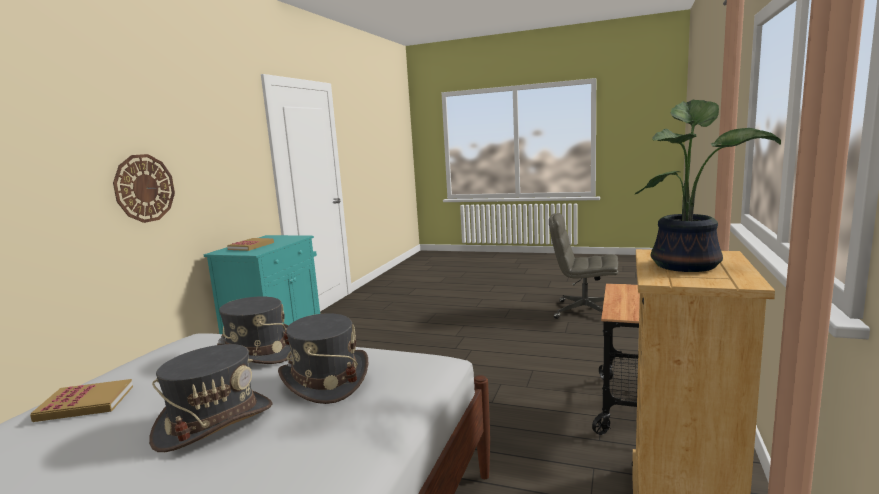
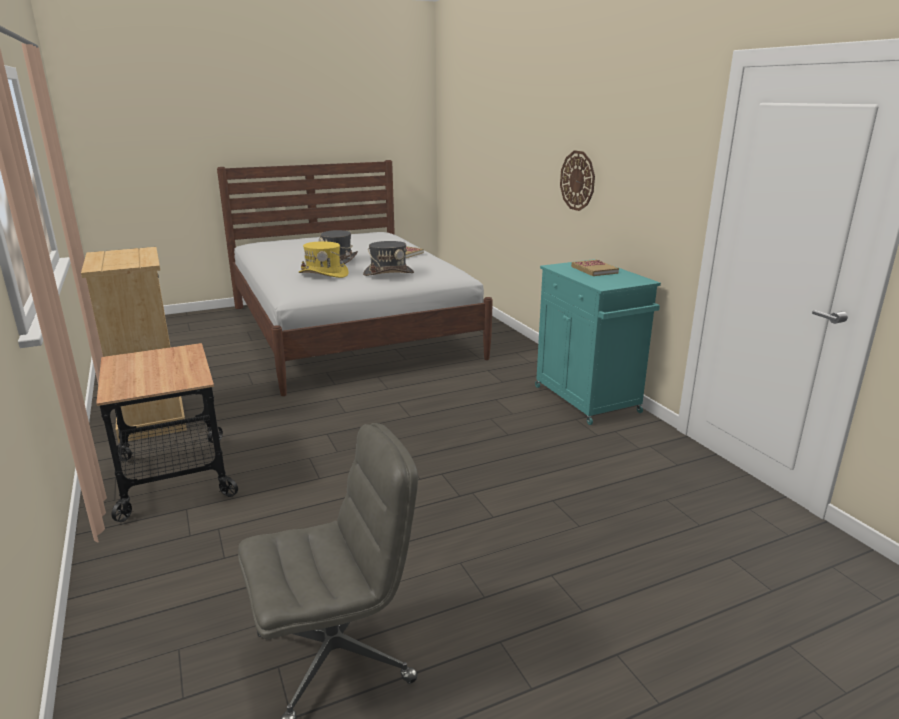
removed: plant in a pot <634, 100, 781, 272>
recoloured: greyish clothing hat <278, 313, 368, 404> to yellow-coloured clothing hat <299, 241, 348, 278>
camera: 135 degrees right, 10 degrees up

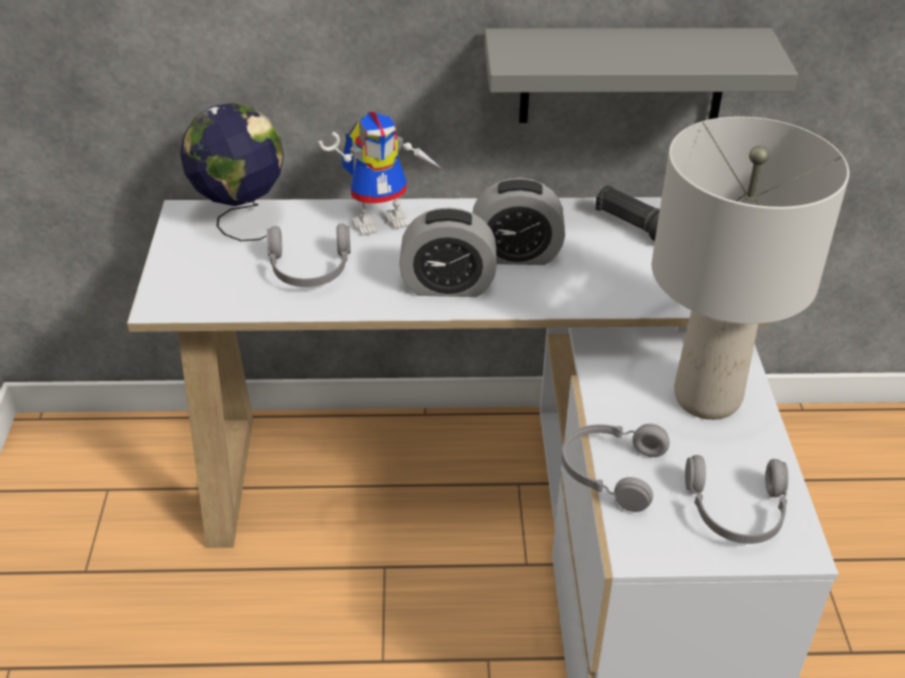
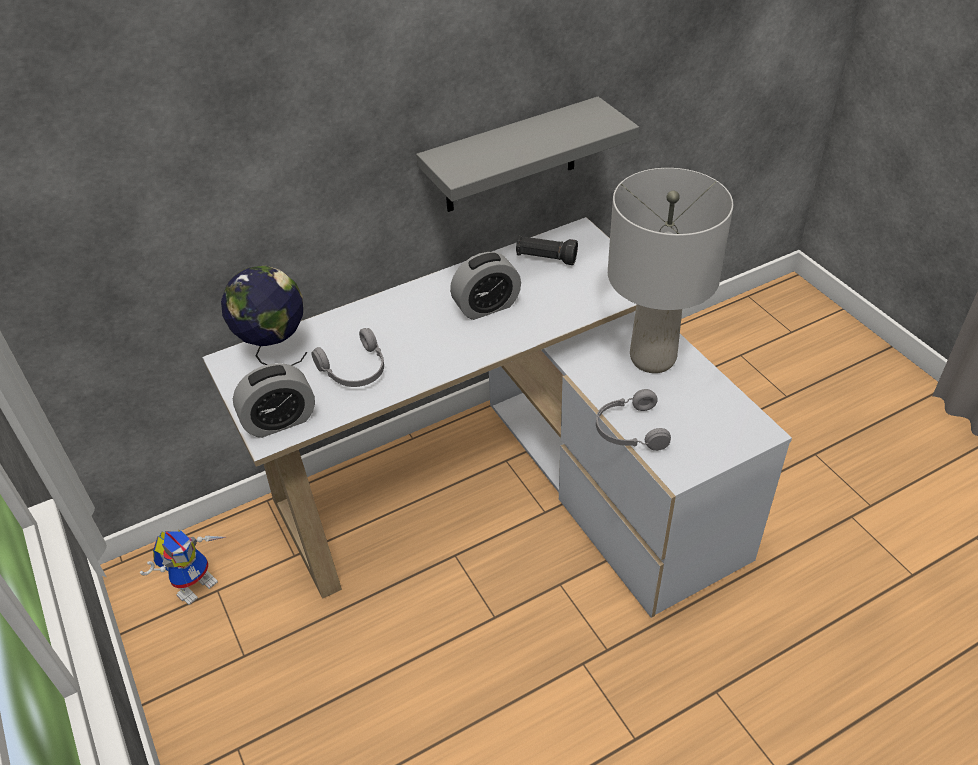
removed: greyish headphones <685, 455, 788, 544>
moved: robot figure <318, 112, 442, 236> to <140, 530, 225, 605>; table clock <399, 207, 497, 297> to <233, 363, 315, 438>
camera: 25 degrees left, 5 degrees up

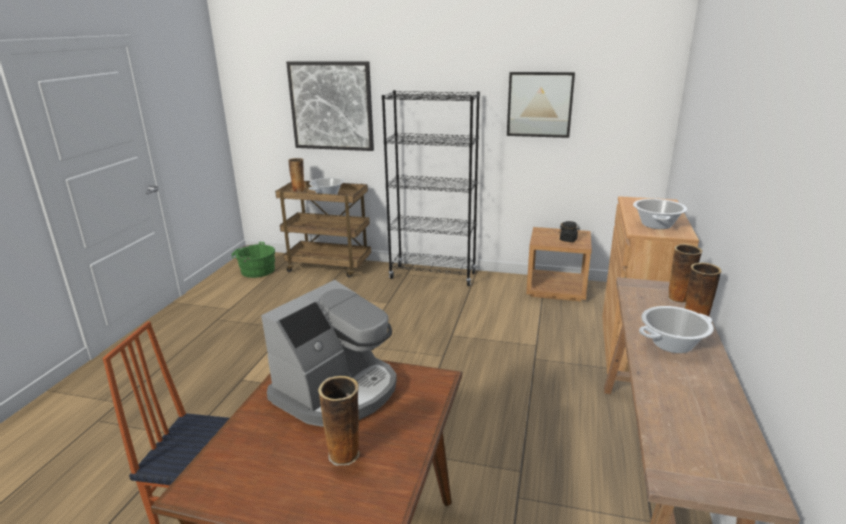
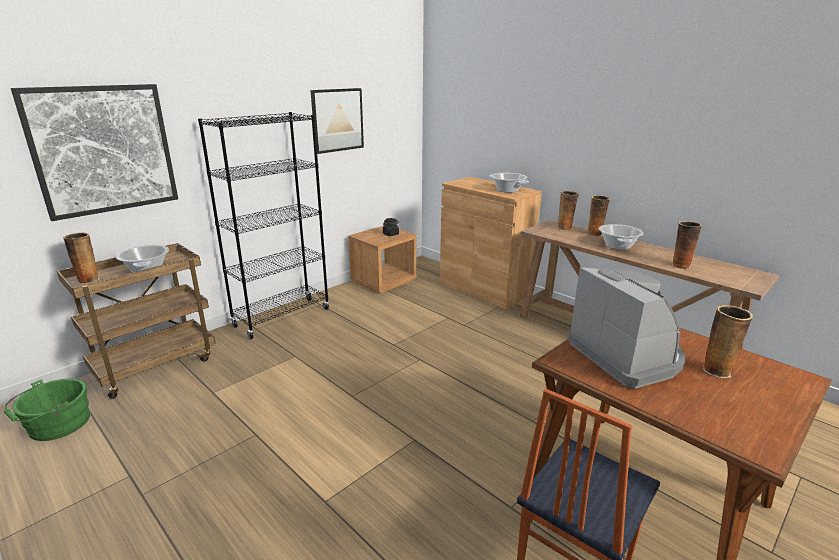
added: vase <672, 221, 702, 269>
camera: 60 degrees left, 0 degrees up

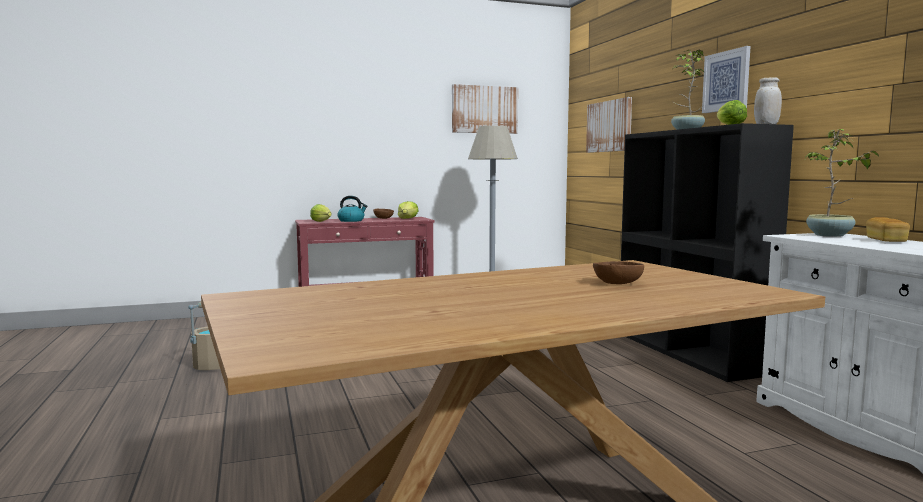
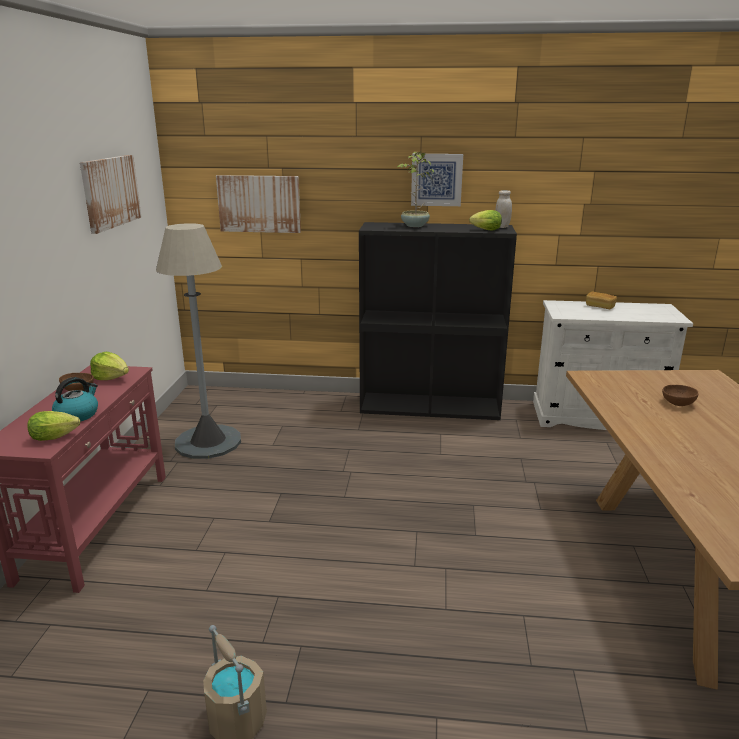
removed: plant in a pot <805, 129, 879, 237>
camera: 65 degrees left, 15 degrees up

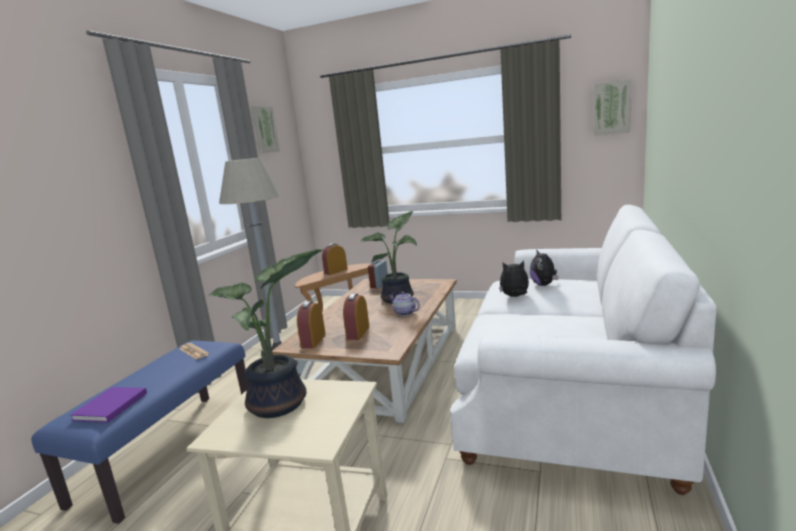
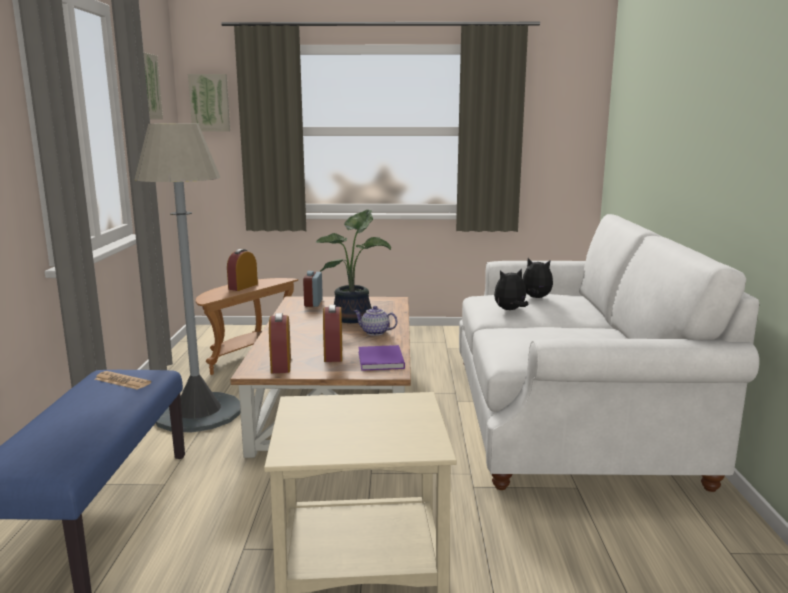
removed: plant in a pot <209, 249, 324, 418>
moved: purplish volume <70, 387, 147, 422> to <358, 345, 405, 371>; wall art <593, 79, 631, 136> to <188, 74, 230, 131>
turned: soft toy <530, 249, 558, 286> = <523, 258, 553, 298> 150 degrees clockwise
camera: 20 degrees left, 0 degrees up

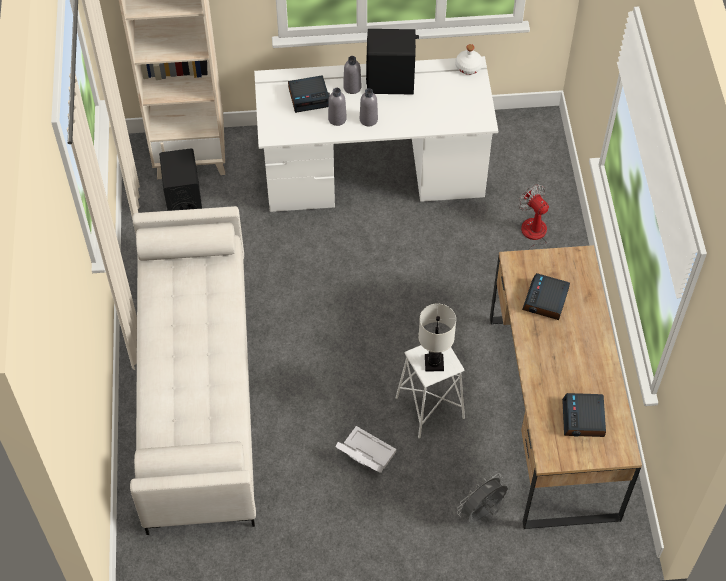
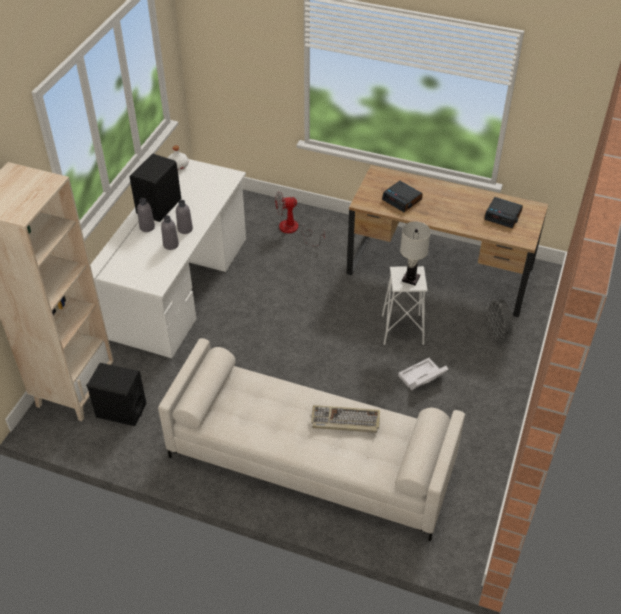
removed: table clock <288, 75, 330, 113>
added: computer keyboard <311, 405, 380, 433>
camera: 65 degrees left, 10 degrees down

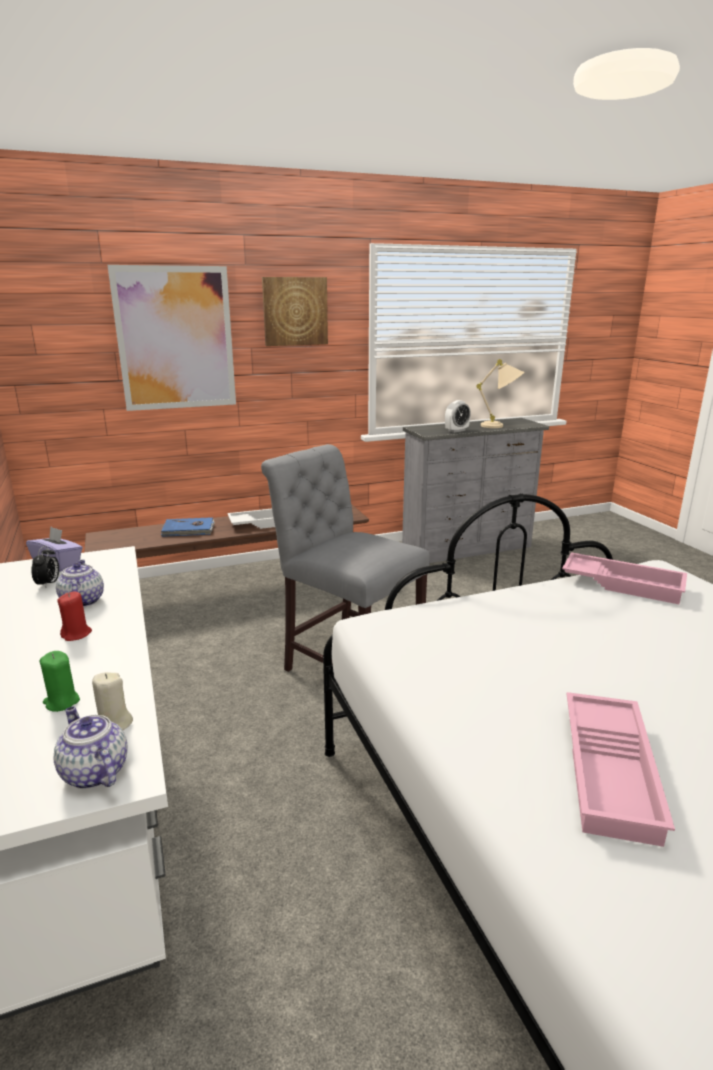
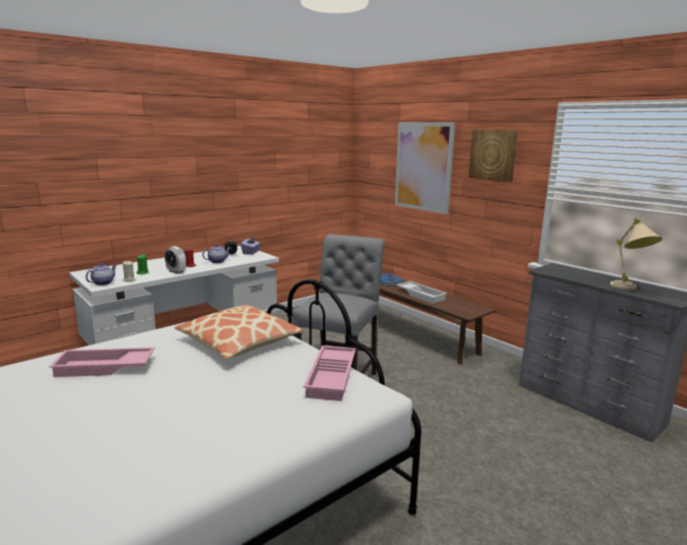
added: throw pillow <174, 305, 303, 360>
moved: table clock <445, 400, 471, 433> to <164, 246, 186, 274>
camera: 70 degrees right, 5 degrees down

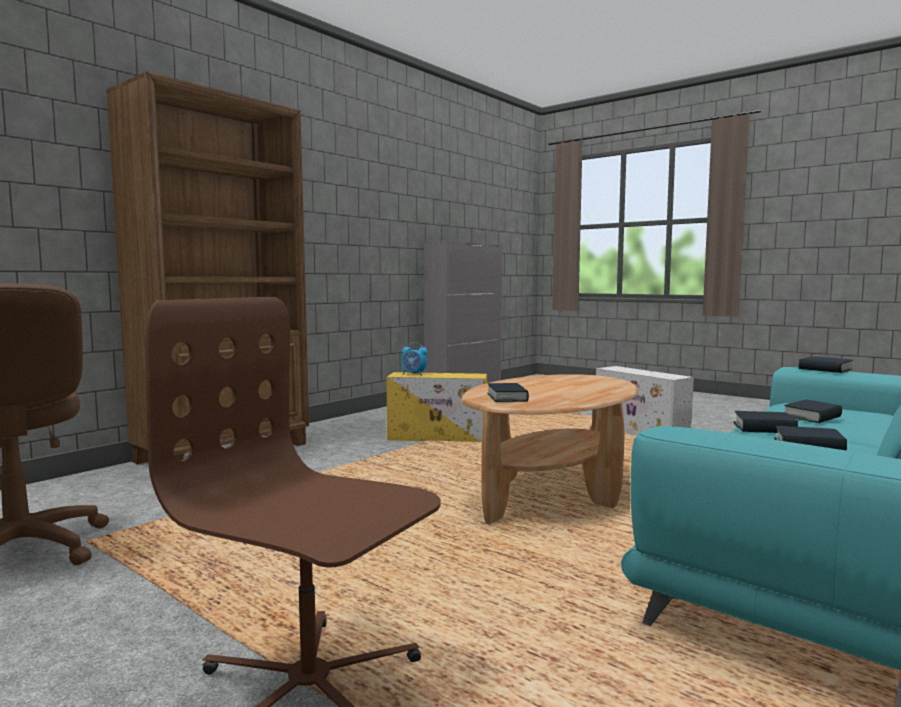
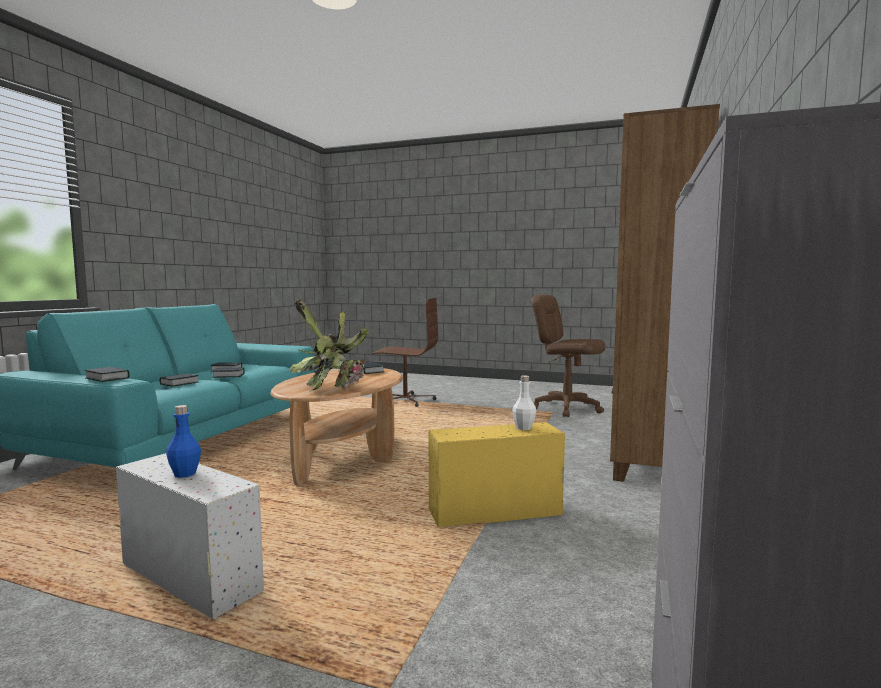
added: blue-coloured beverage bottle <166, 405, 201, 478>; plant in a pot <289, 299, 369, 391>
replaced: table clock <401, 342, 428, 376> to white-coloured beverage bottle <512, 375, 536, 430>
camera: 160 degrees right, 0 degrees up

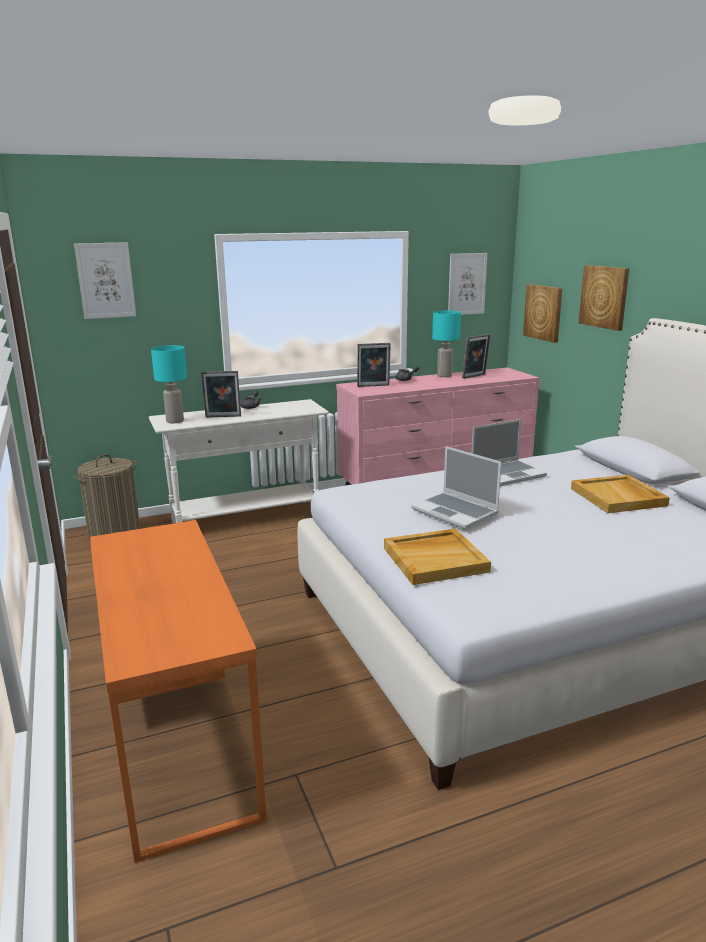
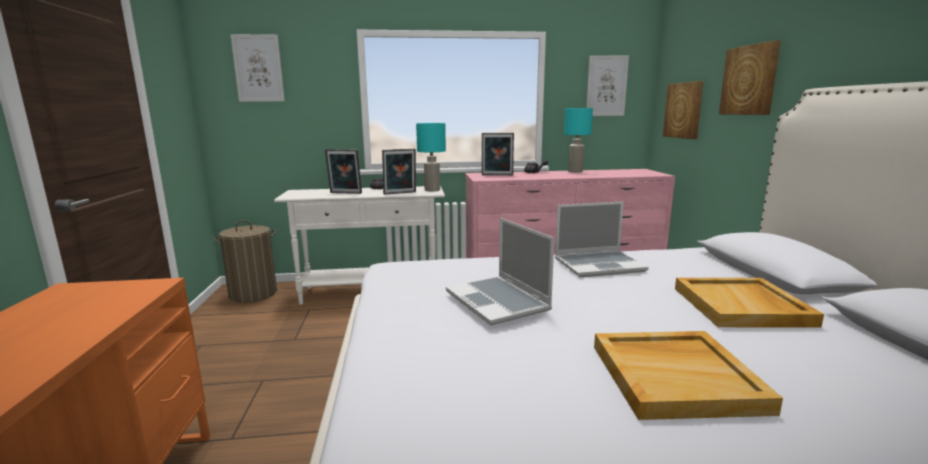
moved: turquoise tabletop lamp <151, 345, 187, 423> to <416, 123, 446, 191>; beige-coloured carrying tray <384, 528, 491, 585> to <594, 331, 783, 420>; photo frame <462, 334, 490, 379> to <382, 149, 416, 195>
camera: 15 degrees right, 5 degrees down

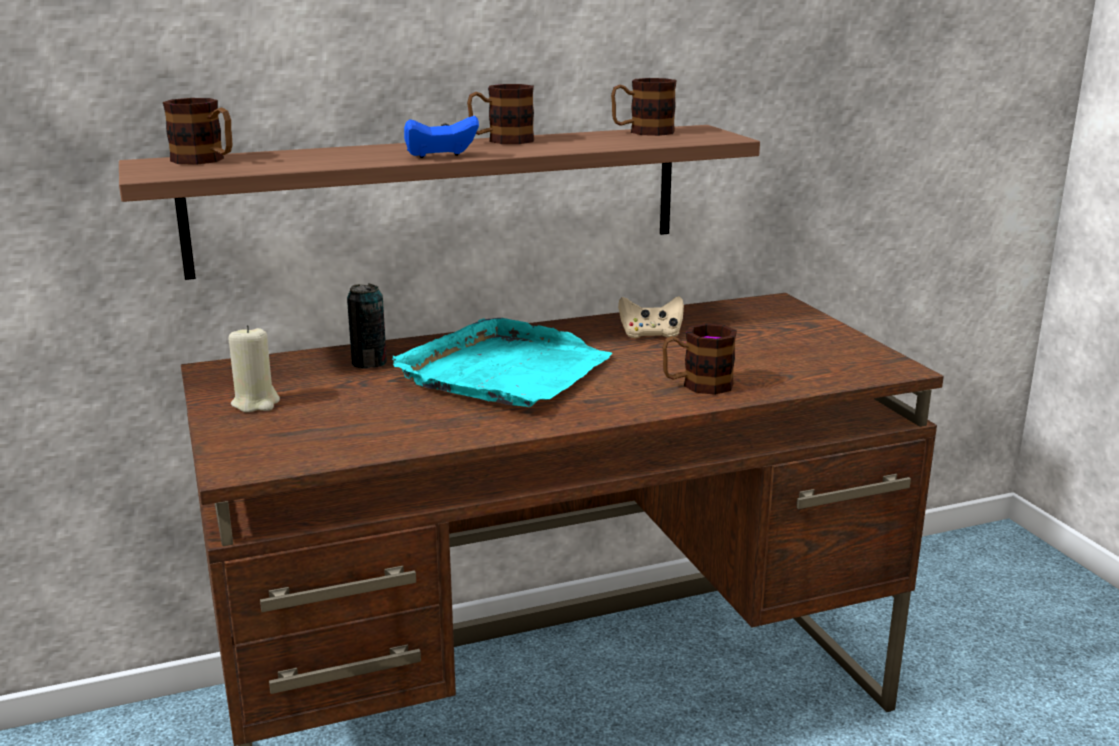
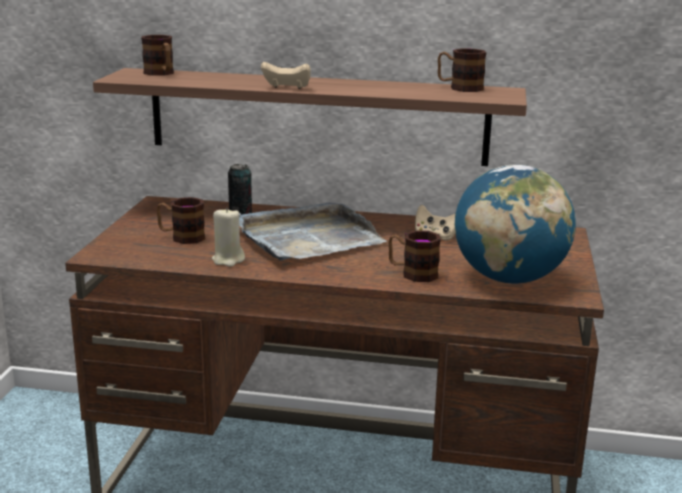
added: globe <455, 165, 576, 284>
moved: beige-coloured wax light <228, 325, 280, 412> to <212, 207, 245, 267>; mug <467, 84, 534, 144> to <156, 197, 205, 244>
recoloured: turquoise carrying tray <392, 318, 612, 407> to greyish carrying tray <239, 202, 387, 261>; blue-coloured joypad <404, 116, 479, 158> to beige-coloured joypad <261, 62, 311, 89>
camera: 30 degrees right, 0 degrees up

